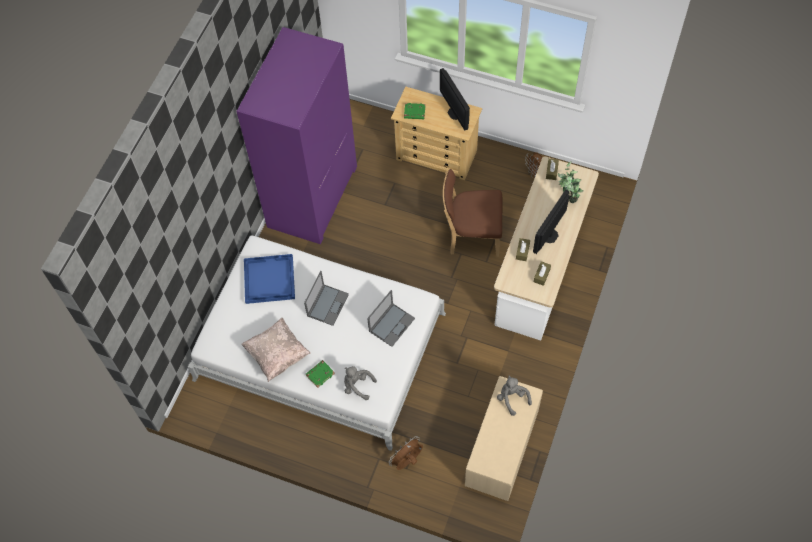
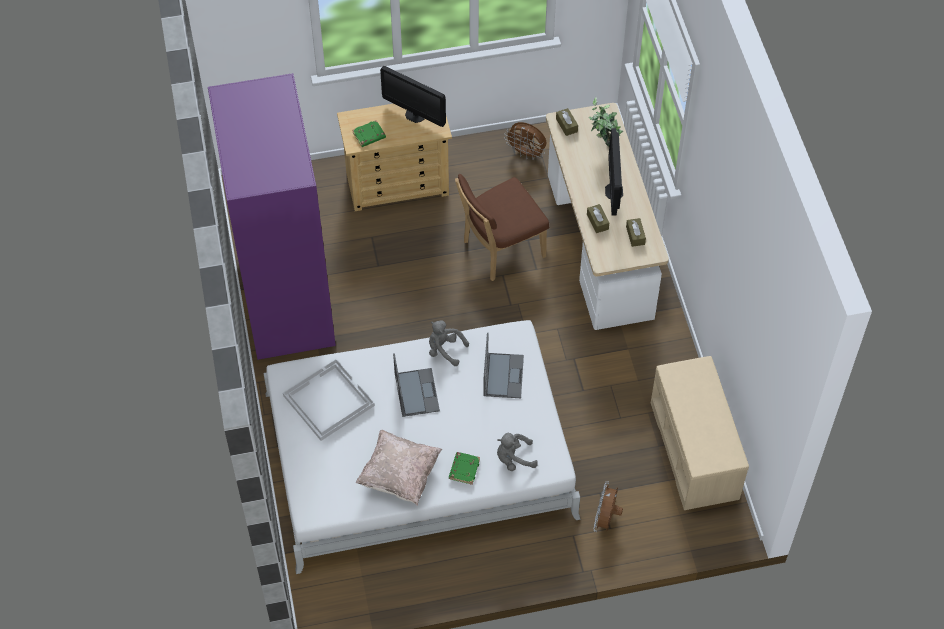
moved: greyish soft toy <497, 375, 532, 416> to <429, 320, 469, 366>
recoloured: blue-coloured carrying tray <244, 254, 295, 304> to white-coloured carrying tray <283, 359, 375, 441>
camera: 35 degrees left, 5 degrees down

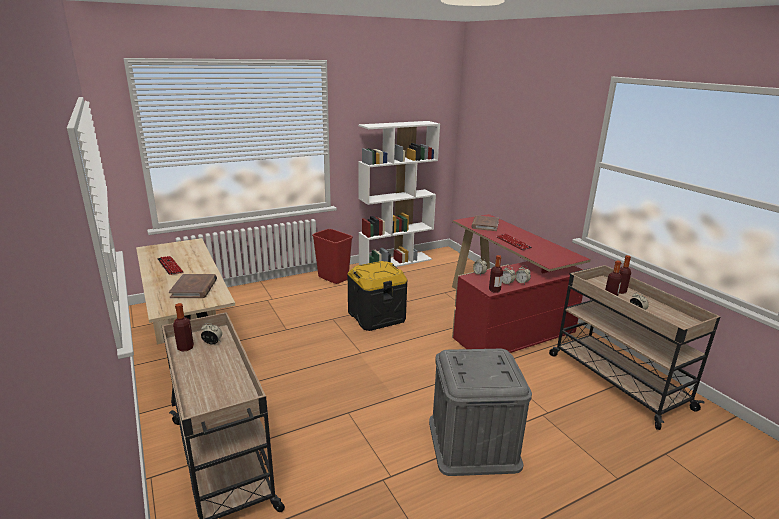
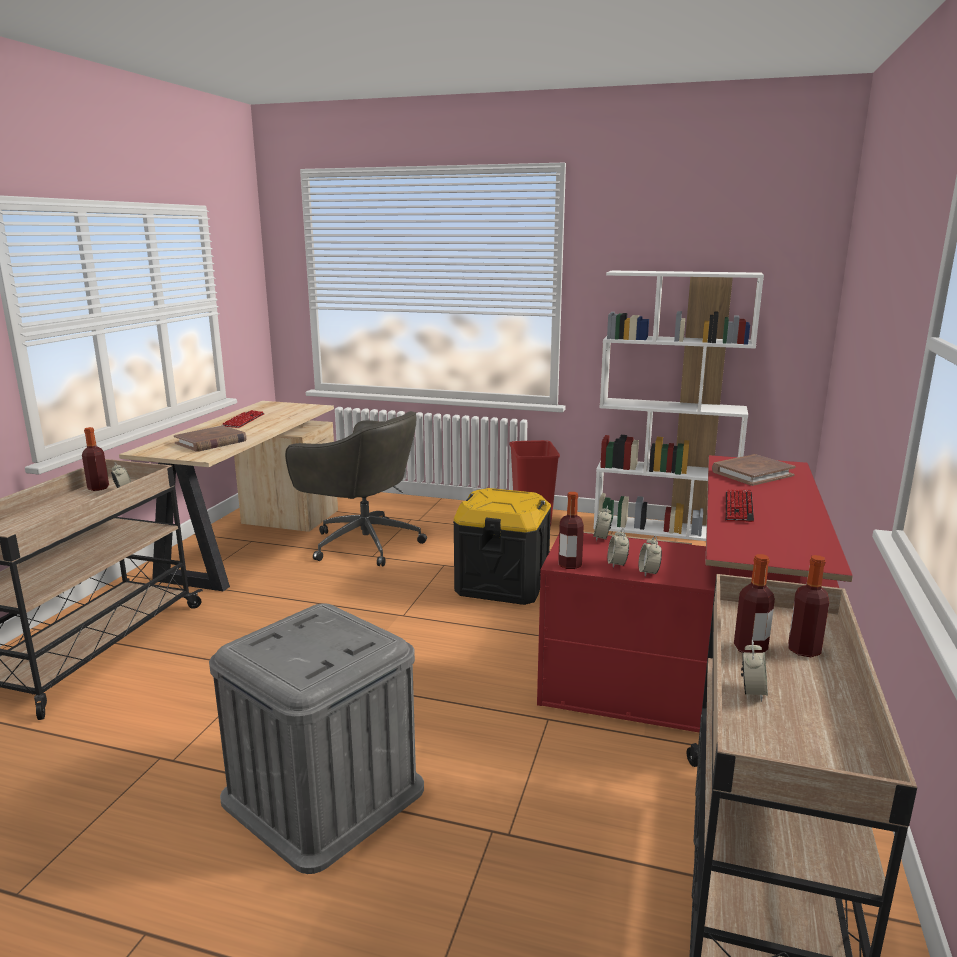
added: greyish computer chair <285, 411, 427, 566>
camera: 45 degrees right, 5 degrees down

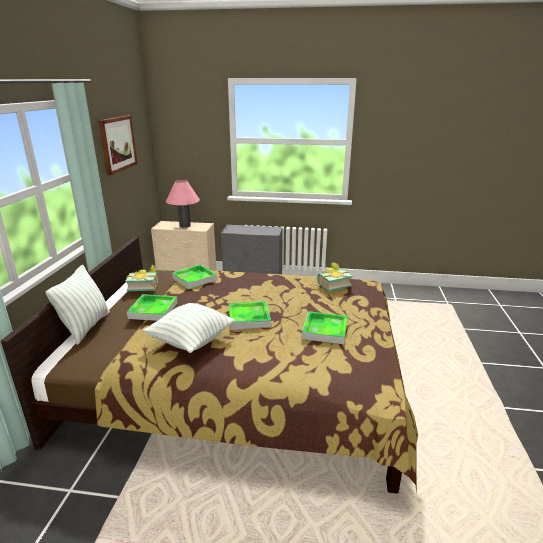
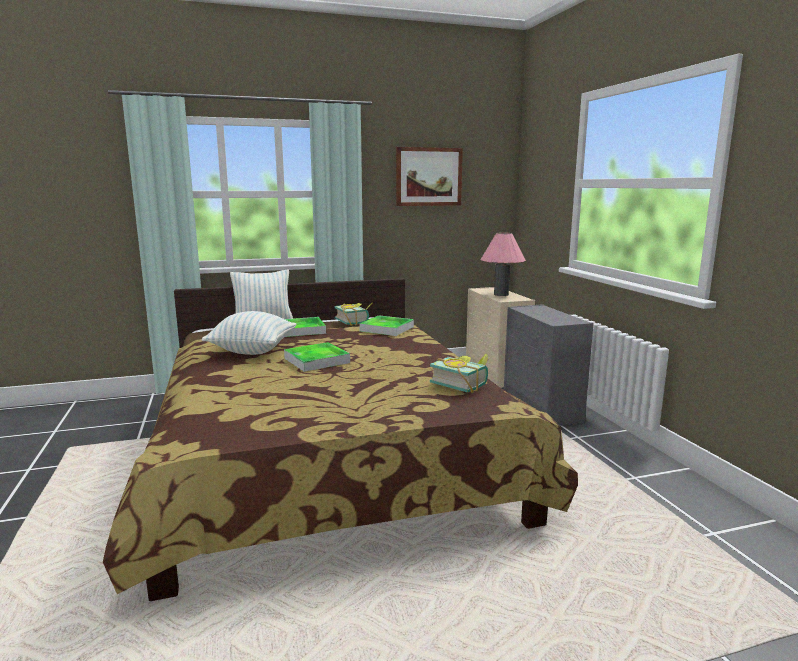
removed: carrying tray <302, 311, 348, 344>
camera: 65 degrees right, 10 degrees down

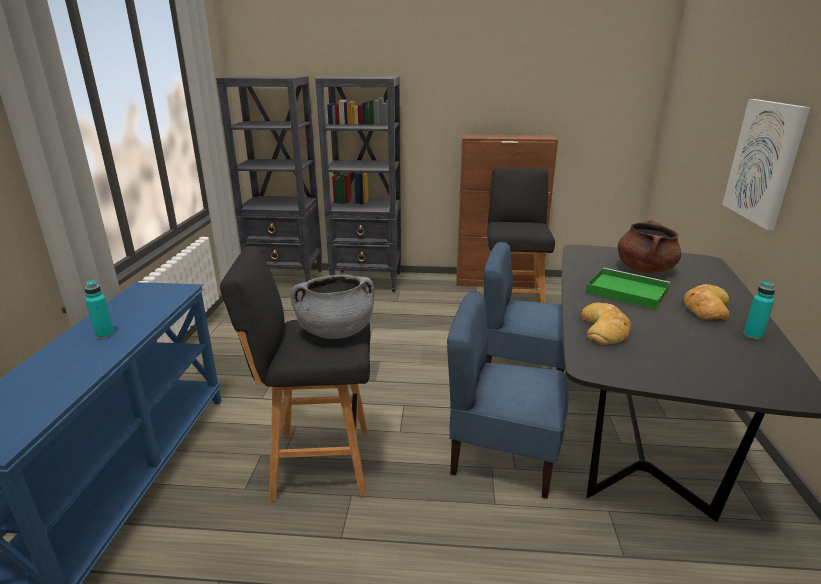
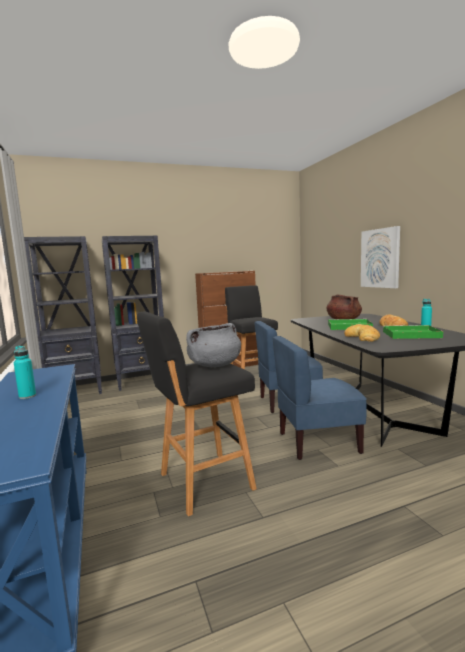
added: green-coloured carrying tray <383, 325, 443, 339>
camera: 25 degrees left, 15 degrees down

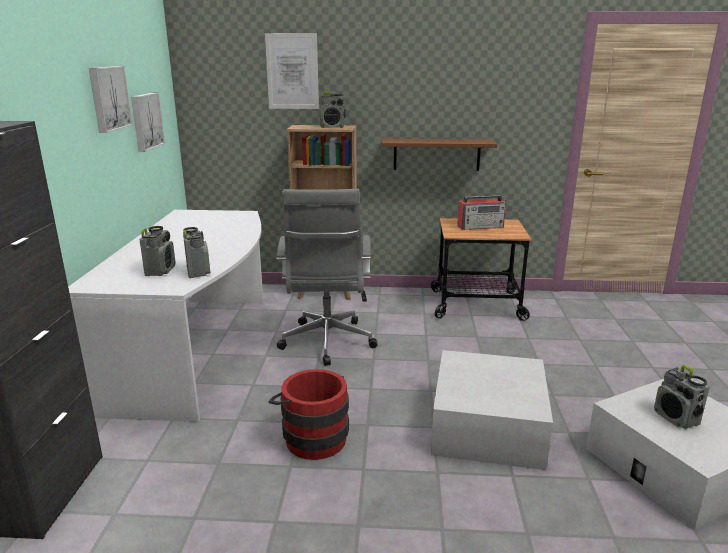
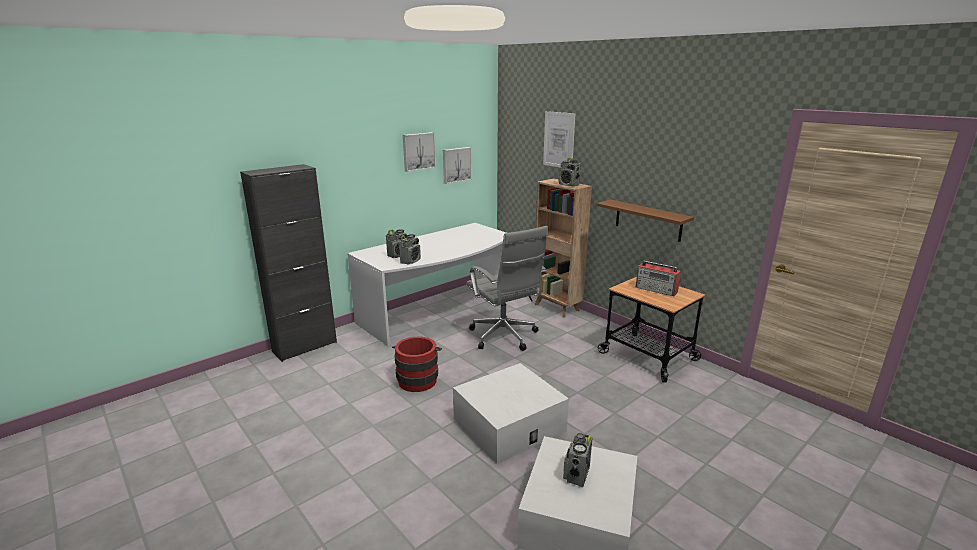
turned: greyish computer chair <276, 189, 377, 366> = <466, 226, 548, 351> 75 degrees counterclockwise
camera: 45 degrees right, 0 degrees up

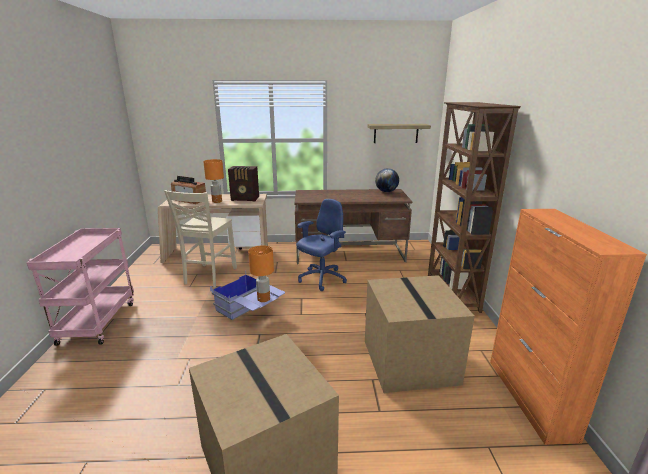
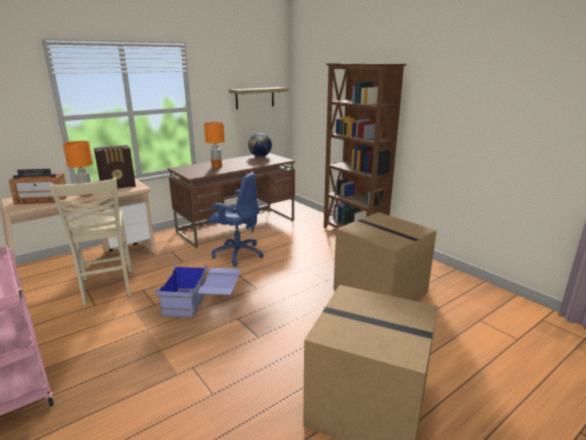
removed: orange-coloured storage cabinet <490, 209, 647, 445>
moved: orange-coloured tabletop lamp <248, 245, 274, 302> to <204, 122, 225, 168>
turned: blue-coloured computer chair <297, 199, 347, 291> = <208, 172, 264, 267> 105 degrees clockwise
camera: 35 degrees left, 0 degrees up

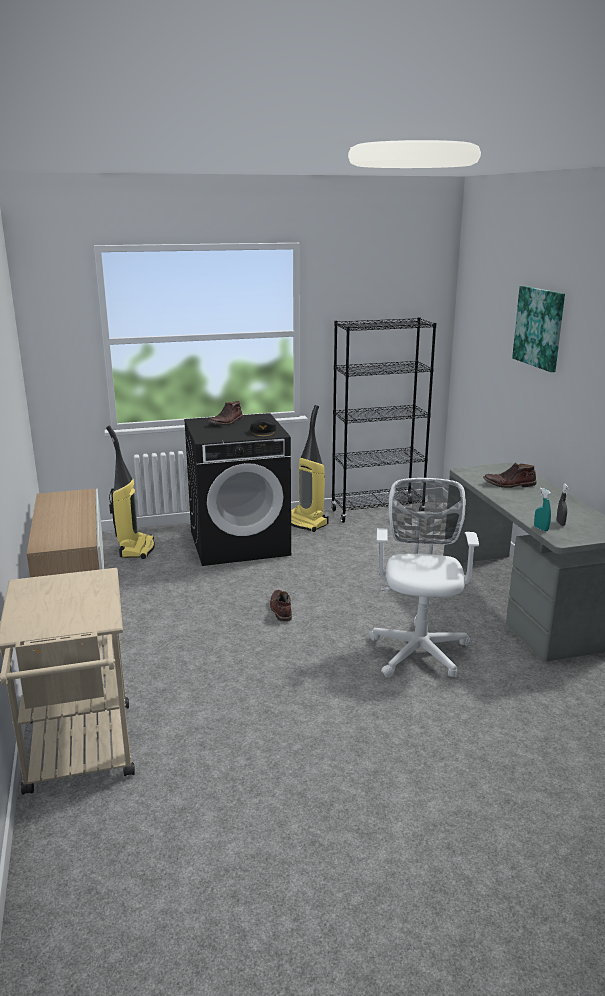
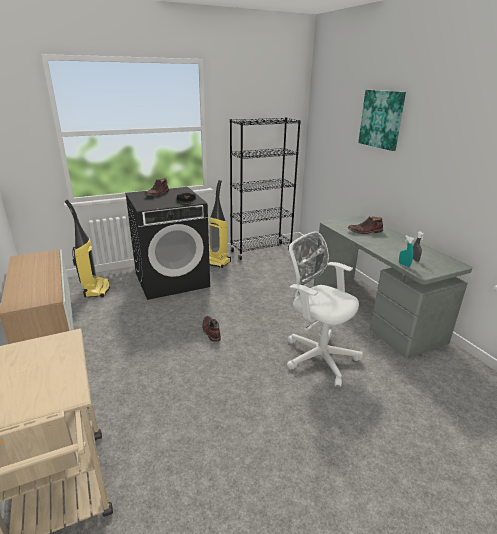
turned: white-coloured computer chair <370, 478, 479, 678> = <287, 232, 363, 387> 45 degrees counterclockwise
camera: 10 degrees left, 5 degrees up

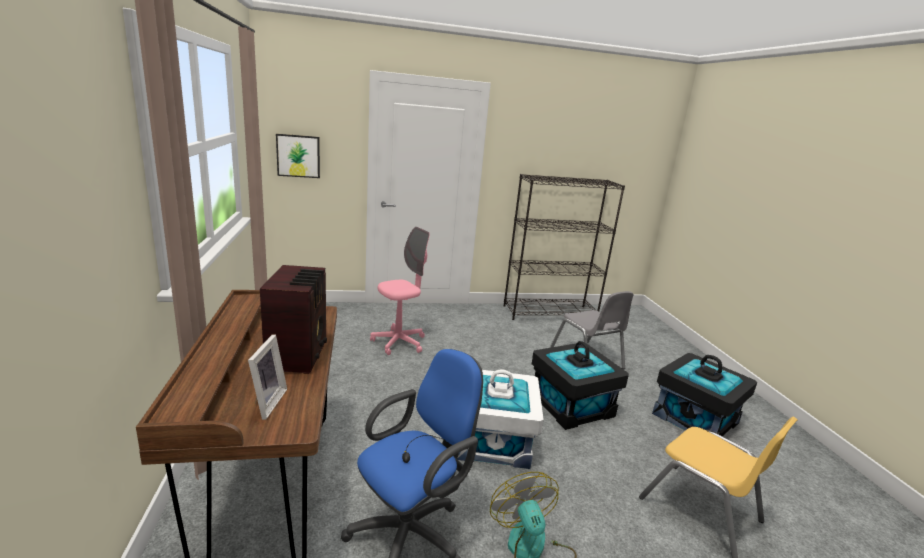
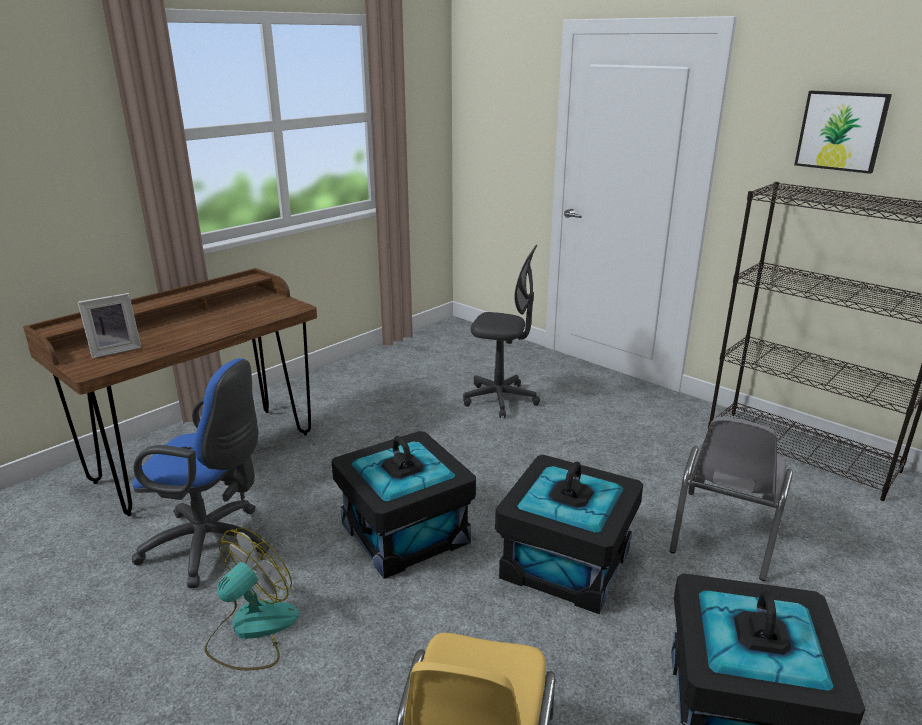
removed: radio <260, 265, 327, 374>
moved: wall art <276, 134, 320, 178> to <794, 91, 892, 174>
recoloured: pink-coloured computer chair <370, 227, 430, 355> to greyish computer chair <463, 245, 540, 418>; white-coloured storage box <457, 369, 544, 469> to blackish storage box <331, 431, 476, 579>
camera: 55 degrees right, 5 degrees up

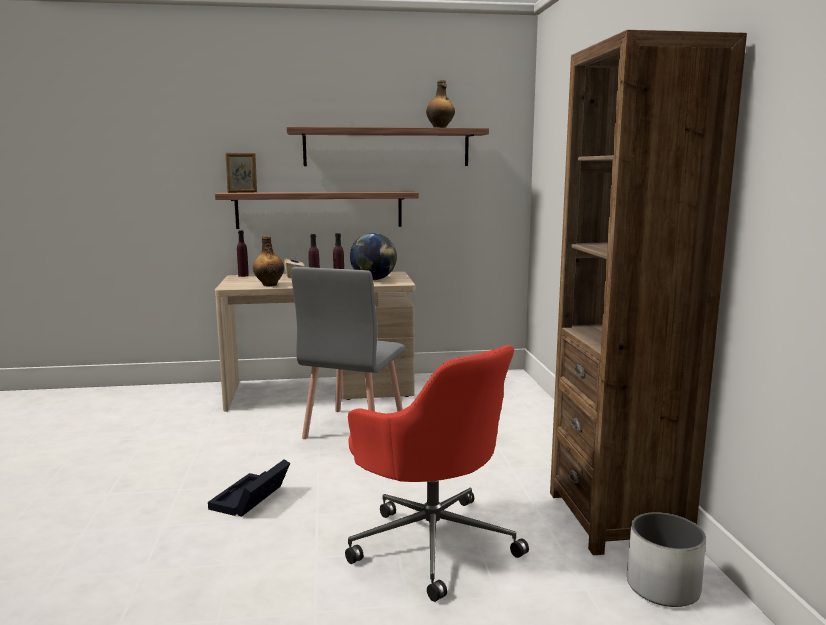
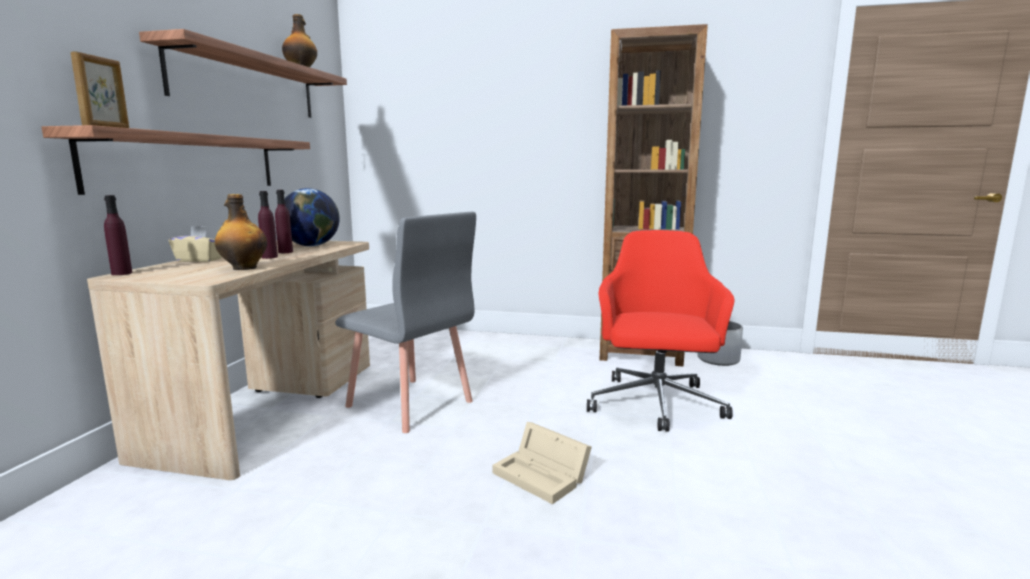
recoloured: blackish storage box <208, 459, 290, 517> to beige-coloured storage box <492, 422, 592, 504>
turned: red computer chair <345, 345, 529, 602> = <587, 230, 735, 432> 60 degrees counterclockwise
camera: 70 degrees left, 0 degrees up

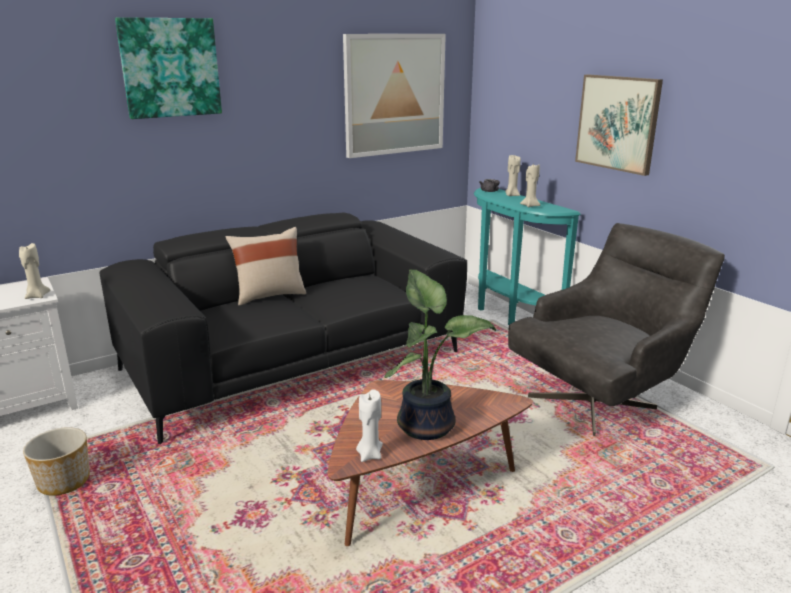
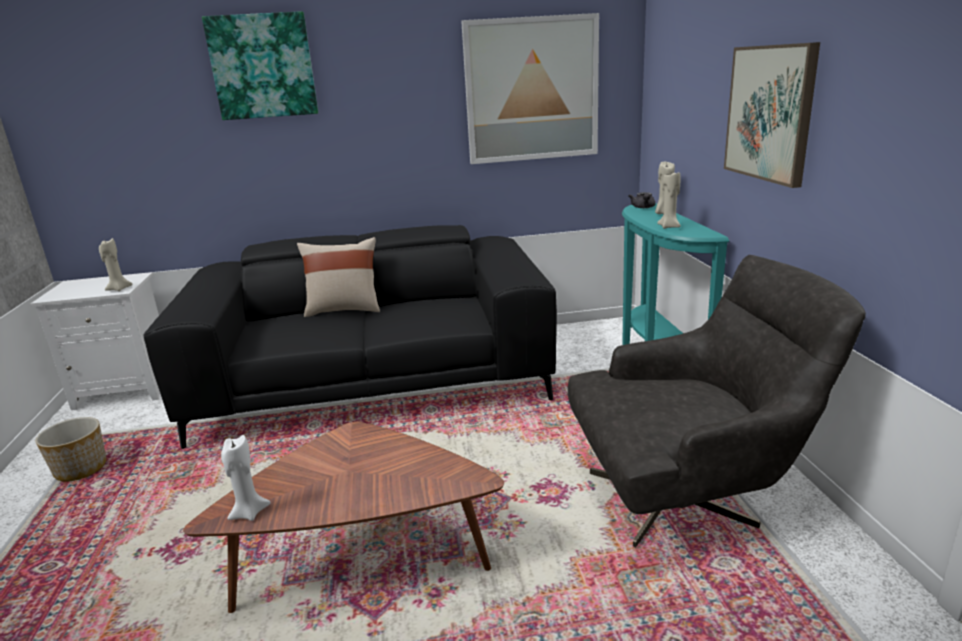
removed: plant in a pot <384, 270, 496, 440>
camera: 25 degrees right, 0 degrees up

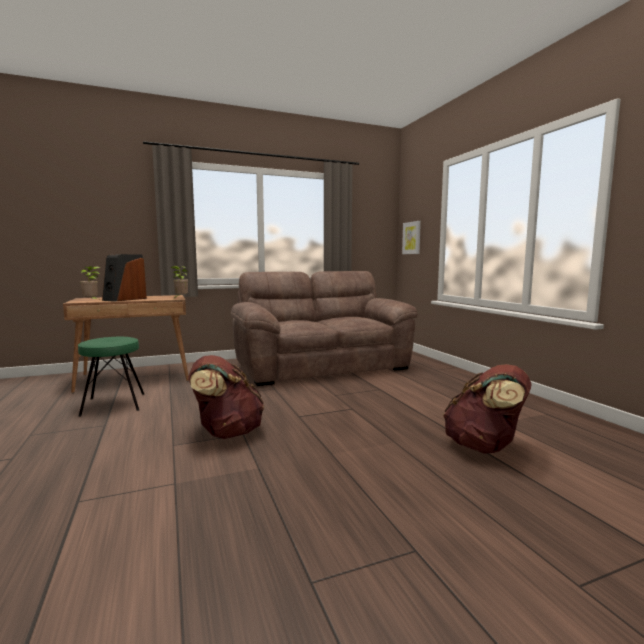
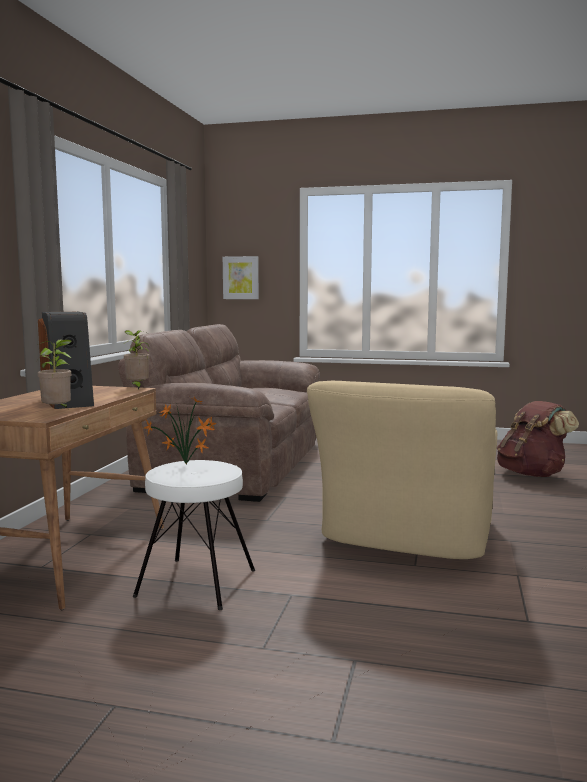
added: plant in a pot <144, 397, 217, 465>
replaced: brown rucksack <188, 355, 264, 439> to beige-coloured easy chair <307, 381, 497, 559>
recoloured: green-coloured stool seat <78, 337, 144, 417> to white-coloured stool seat <133, 460, 255, 610>
camera: 55 degrees left, 0 degrees up

